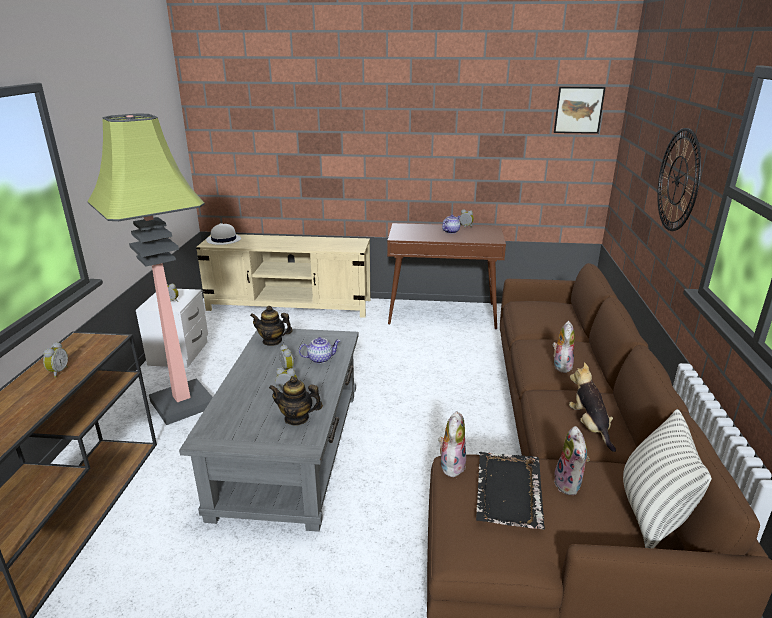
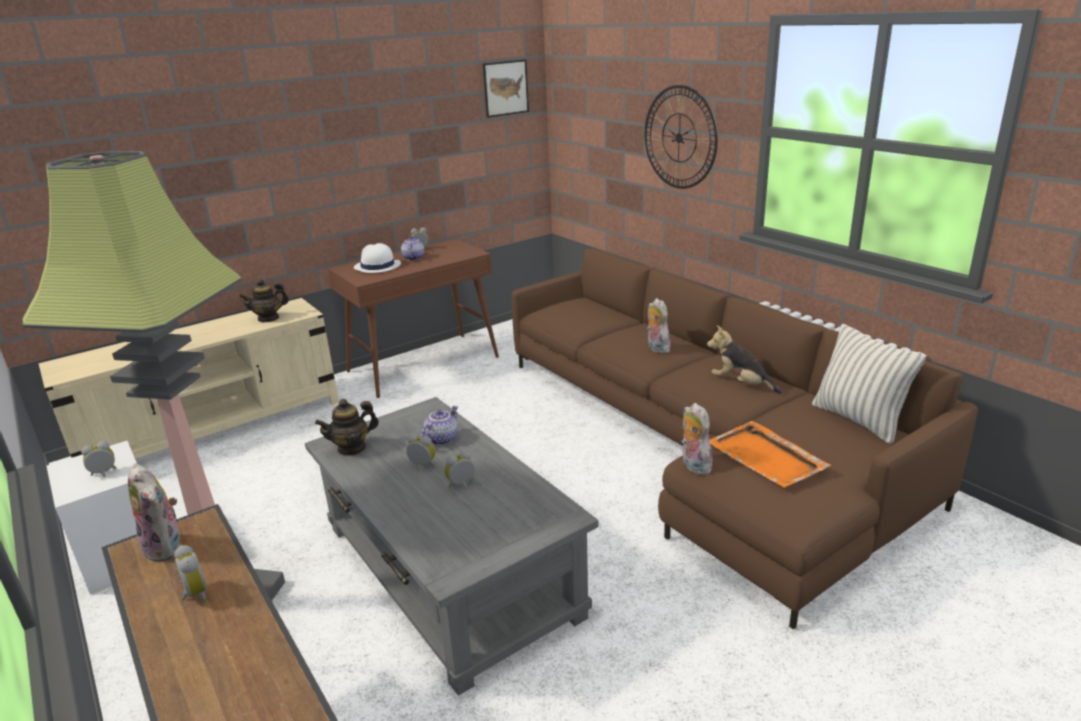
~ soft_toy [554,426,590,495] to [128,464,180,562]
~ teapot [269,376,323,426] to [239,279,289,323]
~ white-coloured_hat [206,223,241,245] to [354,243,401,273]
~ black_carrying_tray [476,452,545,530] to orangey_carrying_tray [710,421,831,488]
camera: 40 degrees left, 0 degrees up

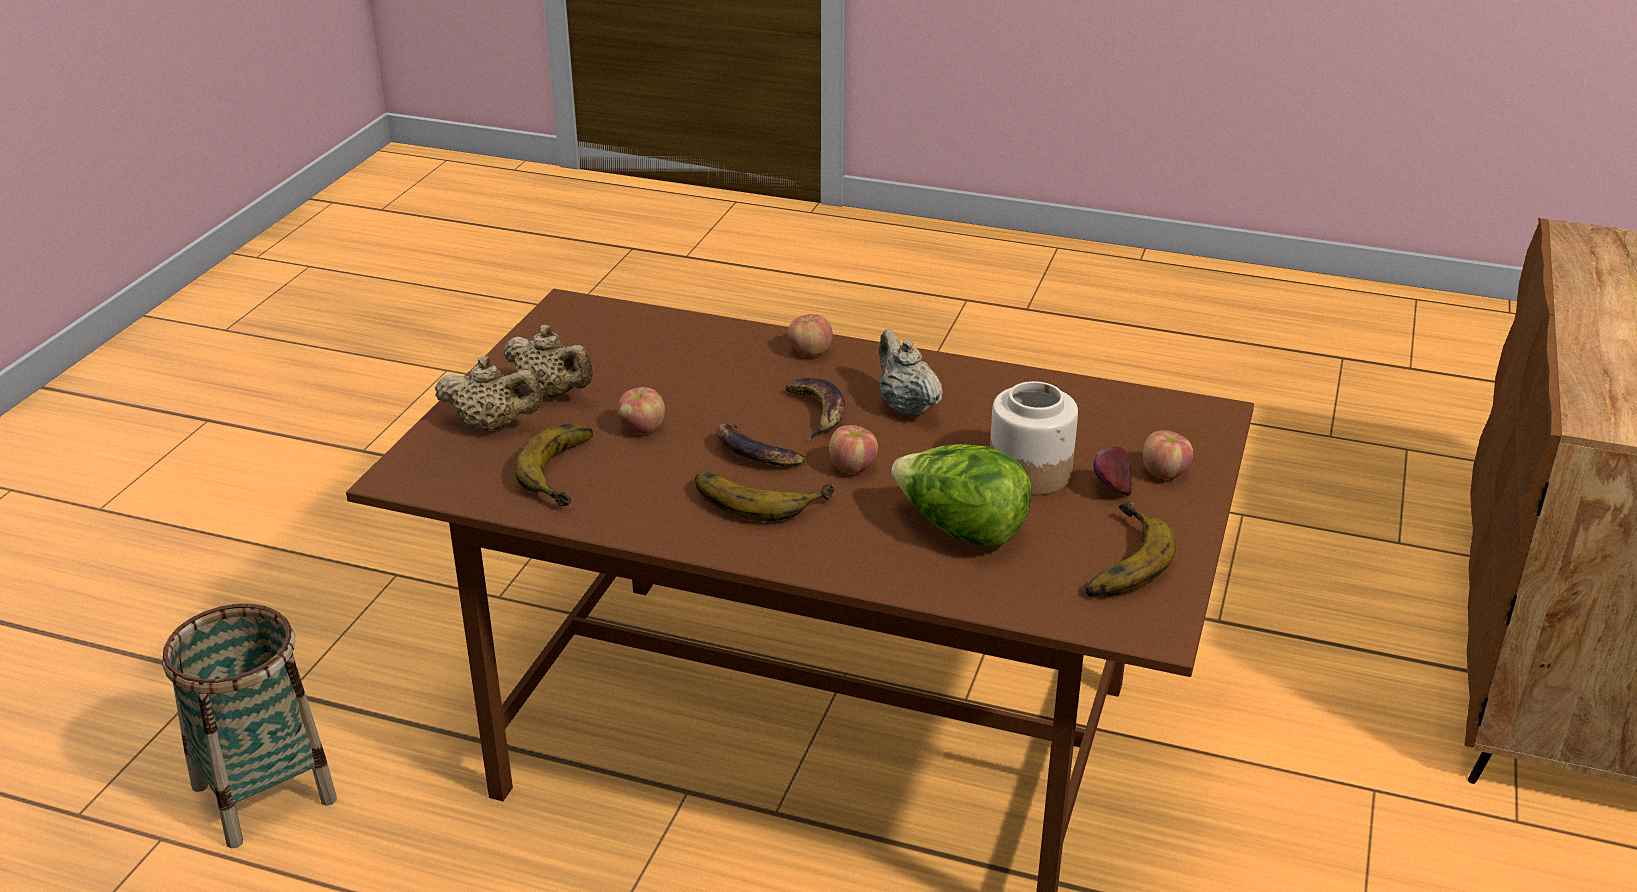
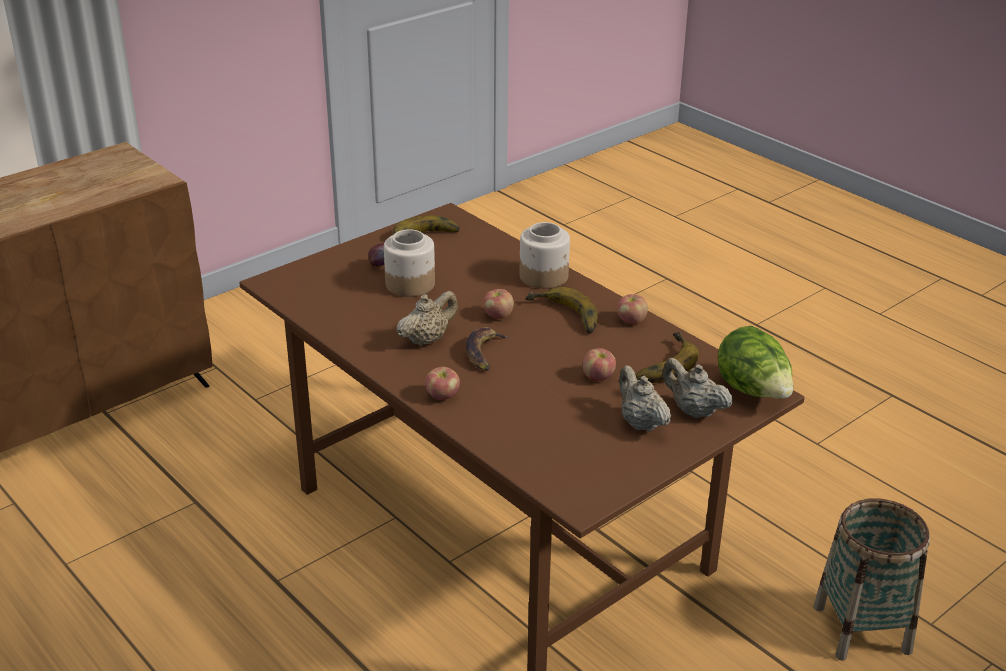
~ beige-coloured_teapot [879,329,943,416] = [396,291,458,346] 135 degrees counterclockwise
+ storage_jar [520,222,570,289]
~ whole_apple [1143,430,1193,479] to [617,294,648,325]
~ lettuce_head [891,444,1031,548] to [718,326,793,399]
- whole_banana [716,423,806,467]
camera: 150 degrees left, 0 degrees up

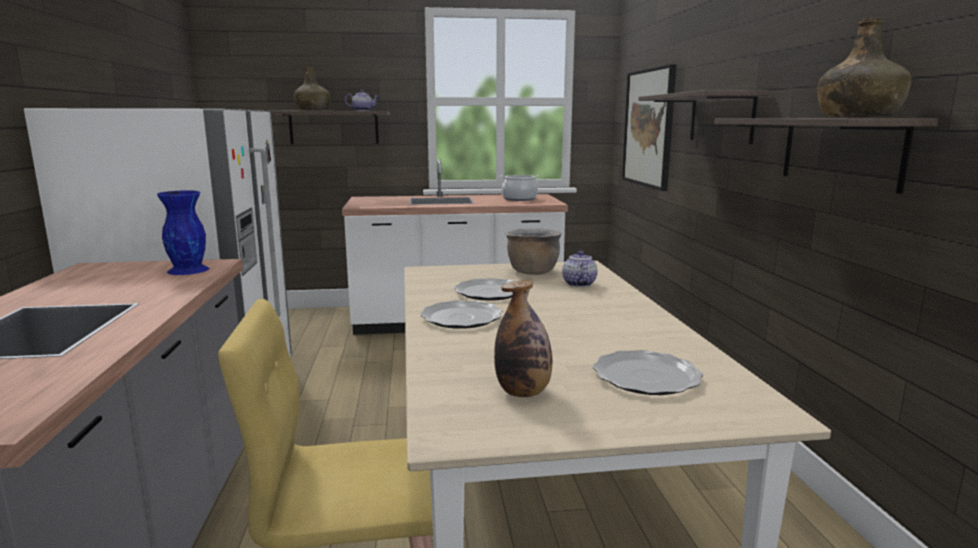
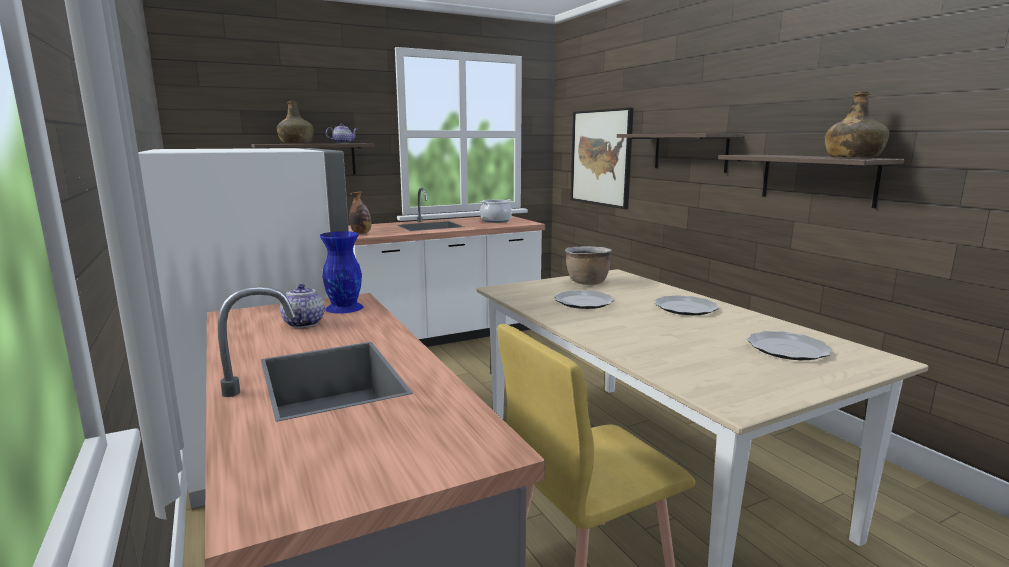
~ teapot [562,251,598,287] to [280,284,325,328]
~ bottle [494,280,552,397] to [349,191,372,234]
~ flat_dish [420,300,503,329] to [655,295,719,315]
camera: 20 degrees left, 0 degrees up

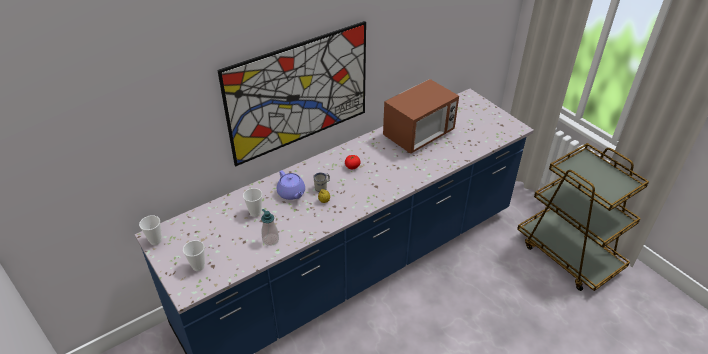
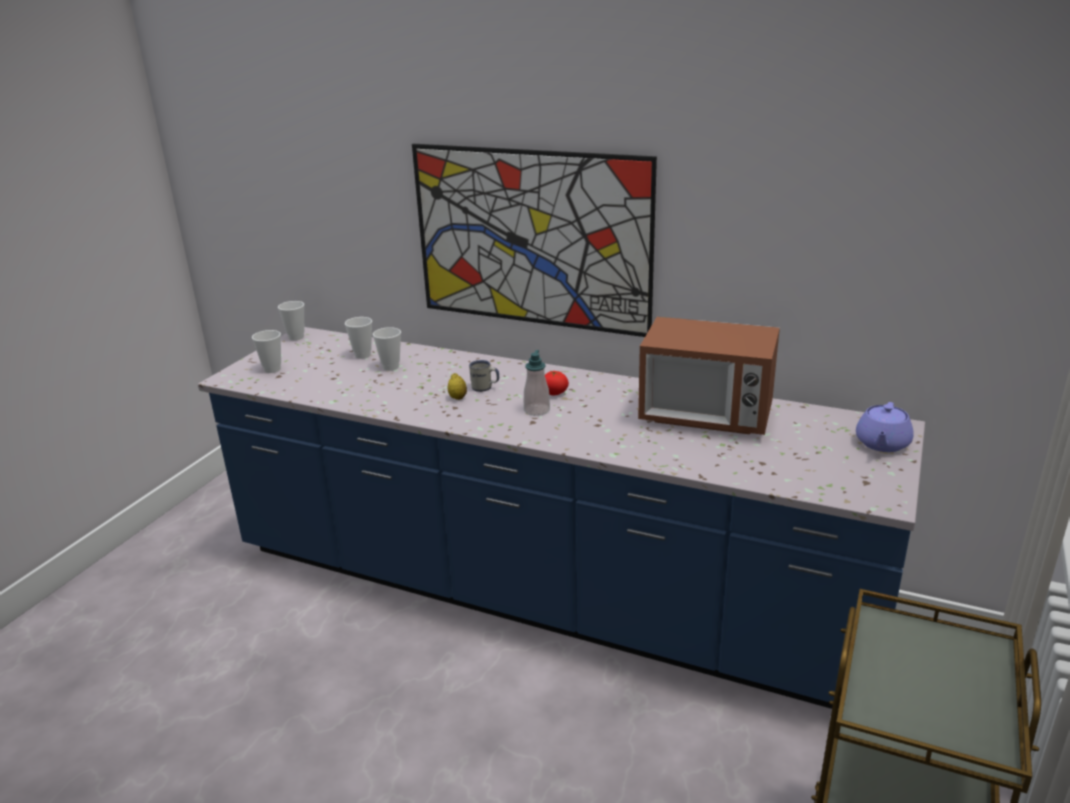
+ drinking_cup [345,317,372,359]
~ liquid_soap_bottle [261,209,279,246] to [524,350,550,416]
~ purple_teapot [277,170,305,200] to [856,402,914,452]
camera: 60 degrees right, 15 degrees down

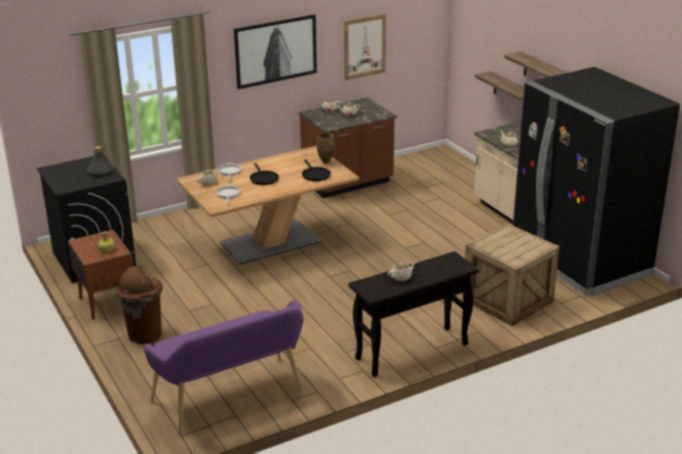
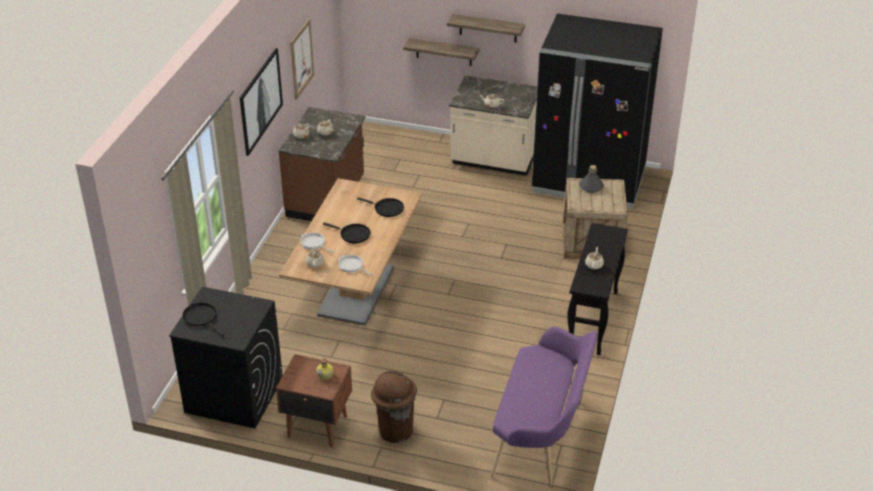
+ black_frying_pan [182,303,225,336]
~ gray_bottle [87,146,114,176] to [579,165,604,193]
- brownish_decorative_vase [316,133,335,164]
camera: 45 degrees left, 10 degrees up

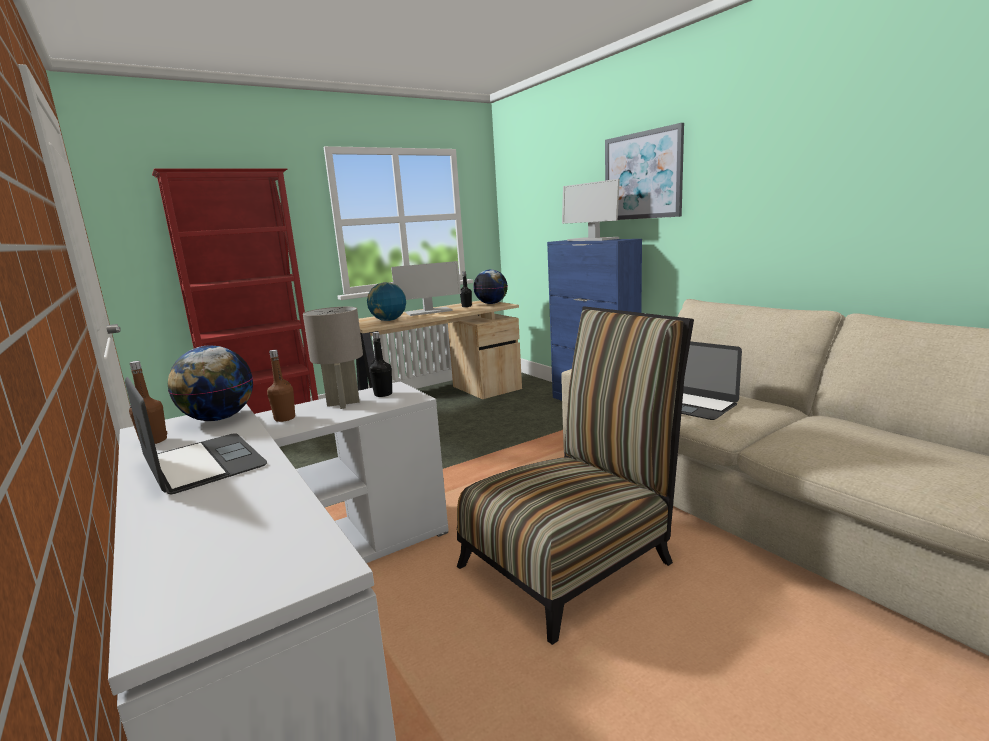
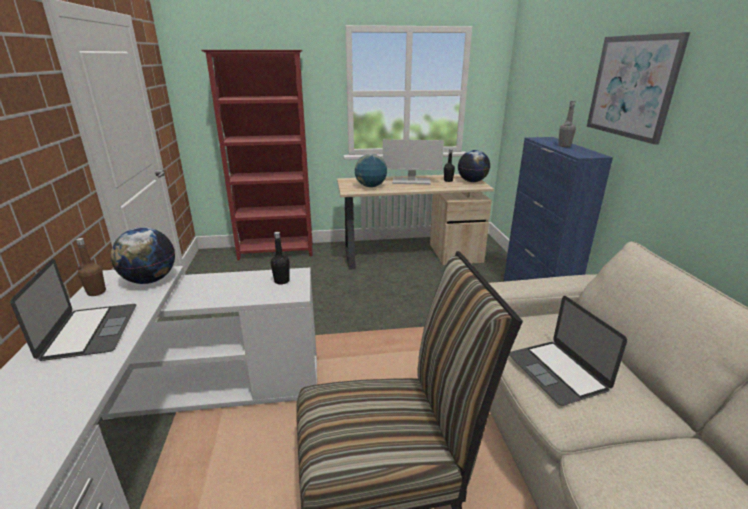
~ computer_display [562,179,620,241] to gray_bottle [558,101,576,147]
- brownish_bottle [267,350,295,422]
- gray_table_lamp [303,307,363,409]
camera: 25 degrees right, 10 degrees up

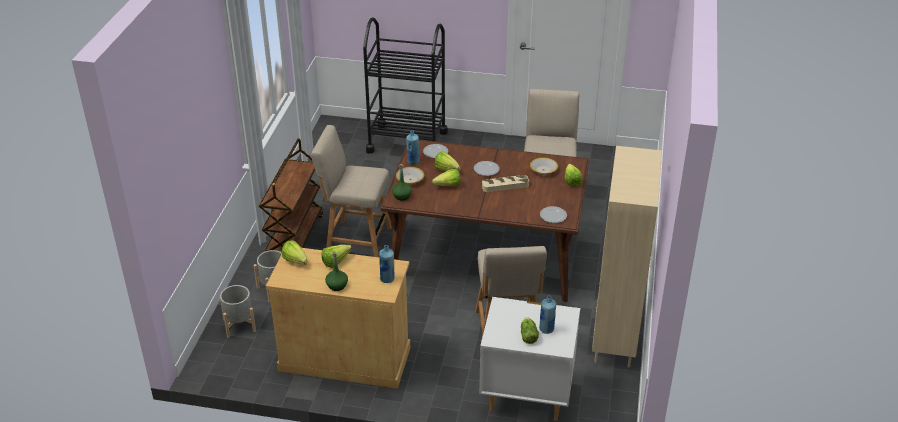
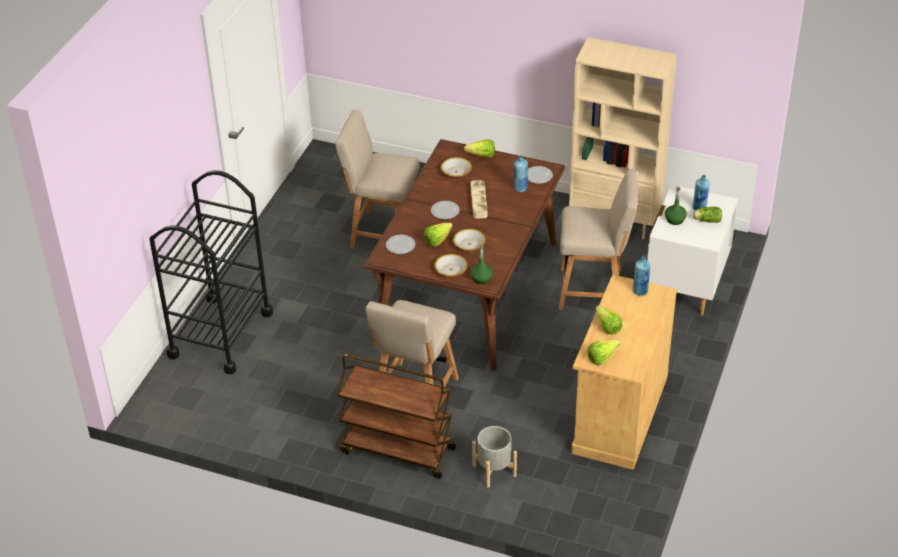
~ lettuce_head [432,169,461,186] to bowl [453,229,486,251]
~ bluish_bottle [406,130,420,165] to [514,155,528,192]
~ green_bottle [325,251,348,291] to [665,186,687,225]
- gray_flower_pot [220,285,256,338]
camera: 80 degrees left, 5 degrees up

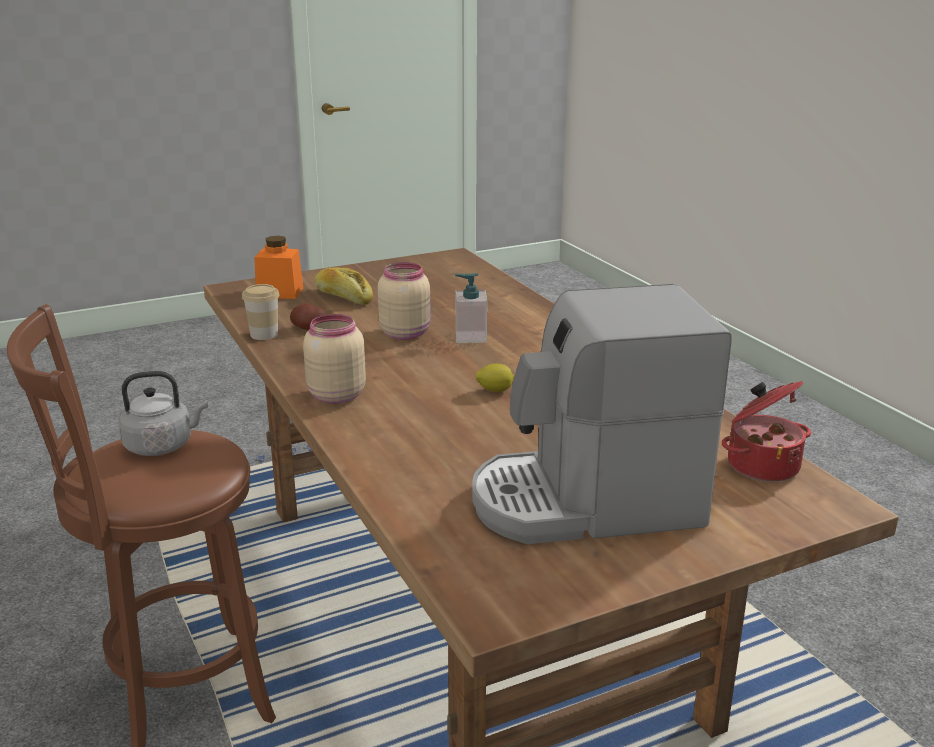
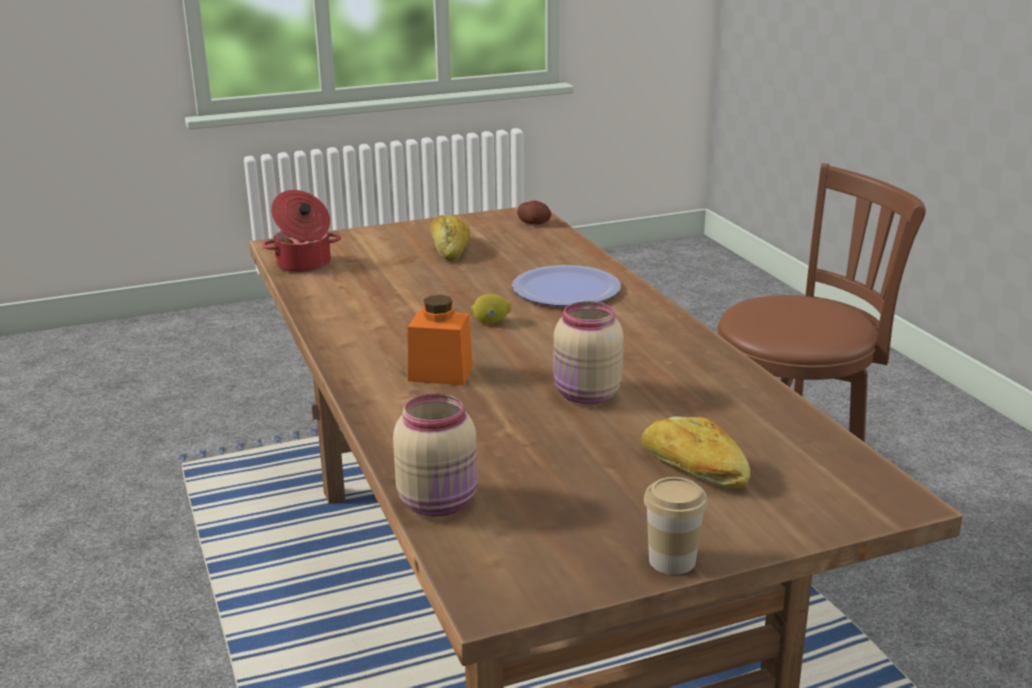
~ beige-coloured_storage_jar [303,314,366,404] to [393,393,477,516]
~ orangey_storage_jar [254,236,303,299] to [408,295,473,385]
~ coffee_brewer [472,284,731,544] to baked_bread [430,215,470,261]
+ flat_dish [512,265,621,306]
~ potato [290,303,326,330] to [517,200,551,225]
~ drinking_cup [242,284,279,340] to [644,477,708,575]
- gray_kettle [118,371,208,456]
- liquid_soap_bottle [455,273,487,343]
camera: 175 degrees left, 0 degrees up

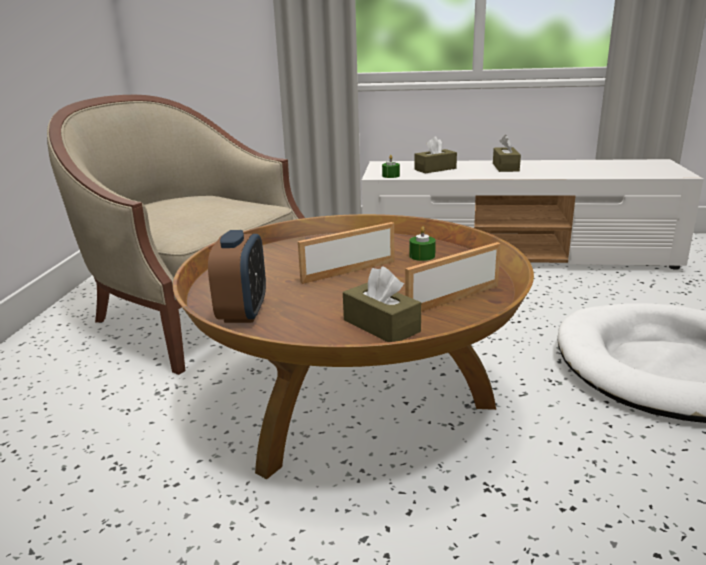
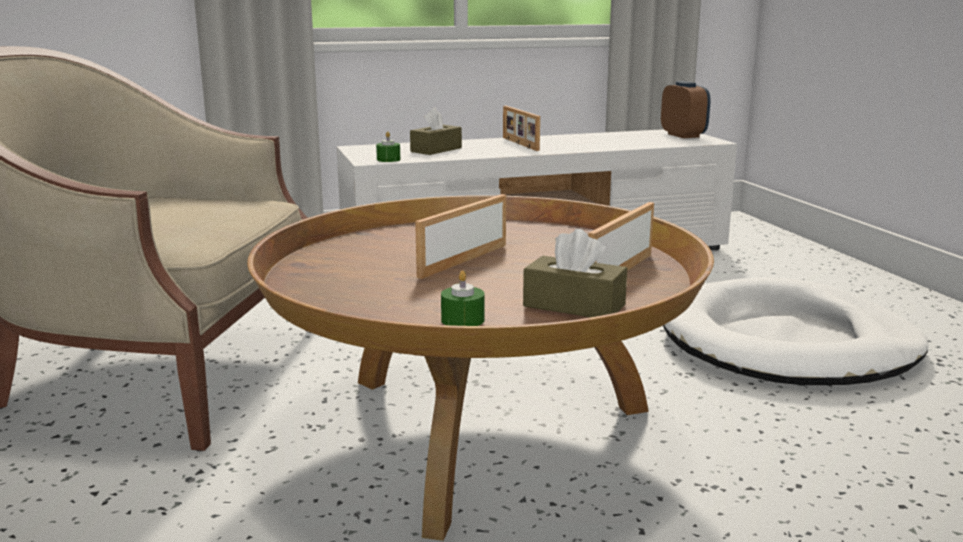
~ green_wax_light [409,227,436,261] to [441,271,485,326]
~ brownish_tissue_holder [493,135,521,172] to photo_frame [503,106,540,151]
~ alarm_clock [208,230,266,323] to [661,81,711,138]
camera: 25 degrees left, 5 degrees down

